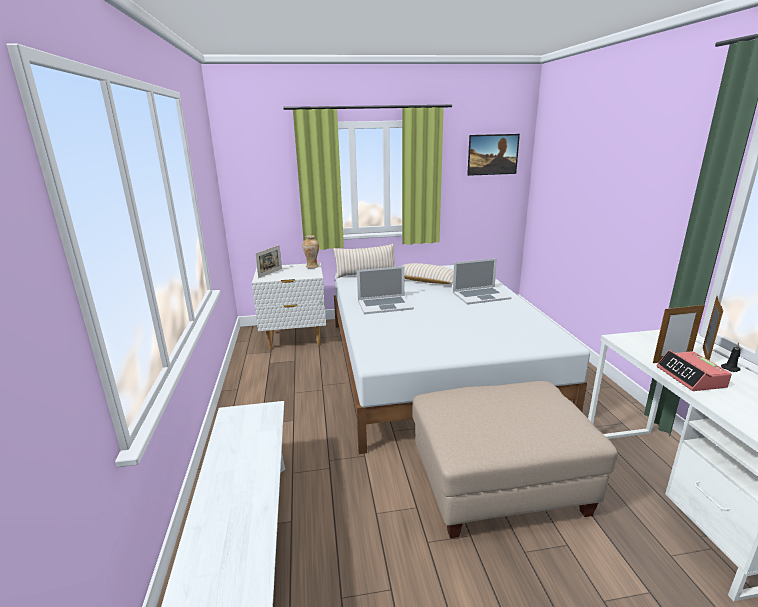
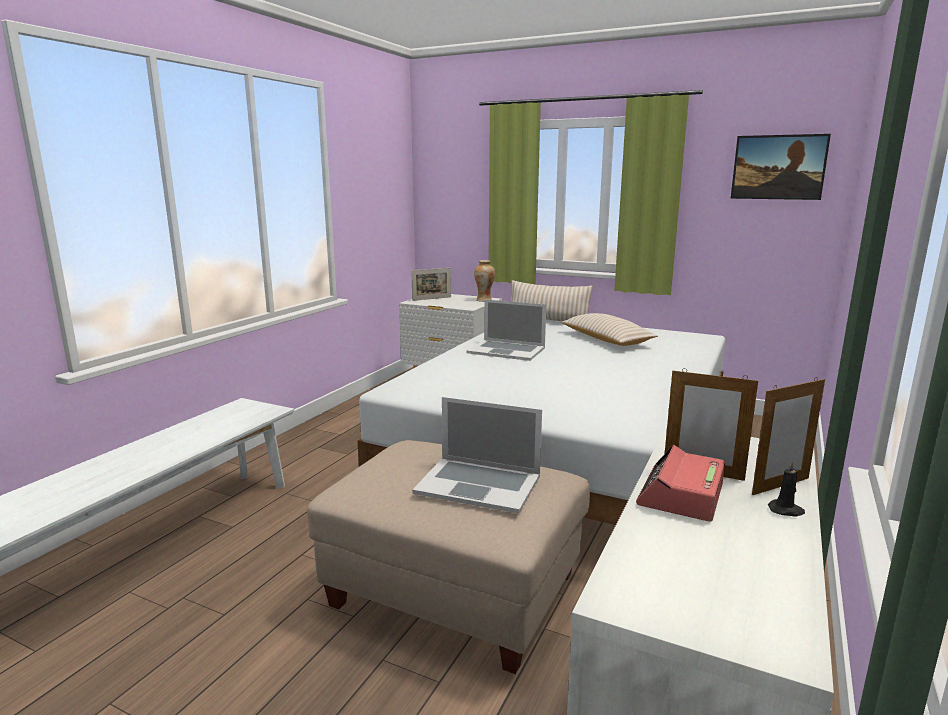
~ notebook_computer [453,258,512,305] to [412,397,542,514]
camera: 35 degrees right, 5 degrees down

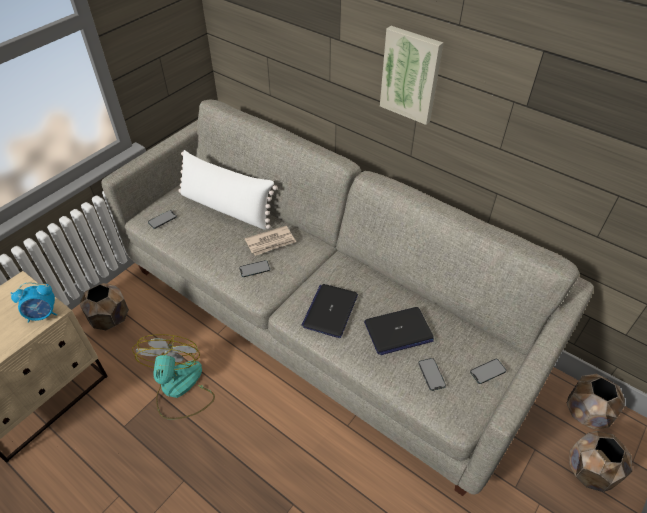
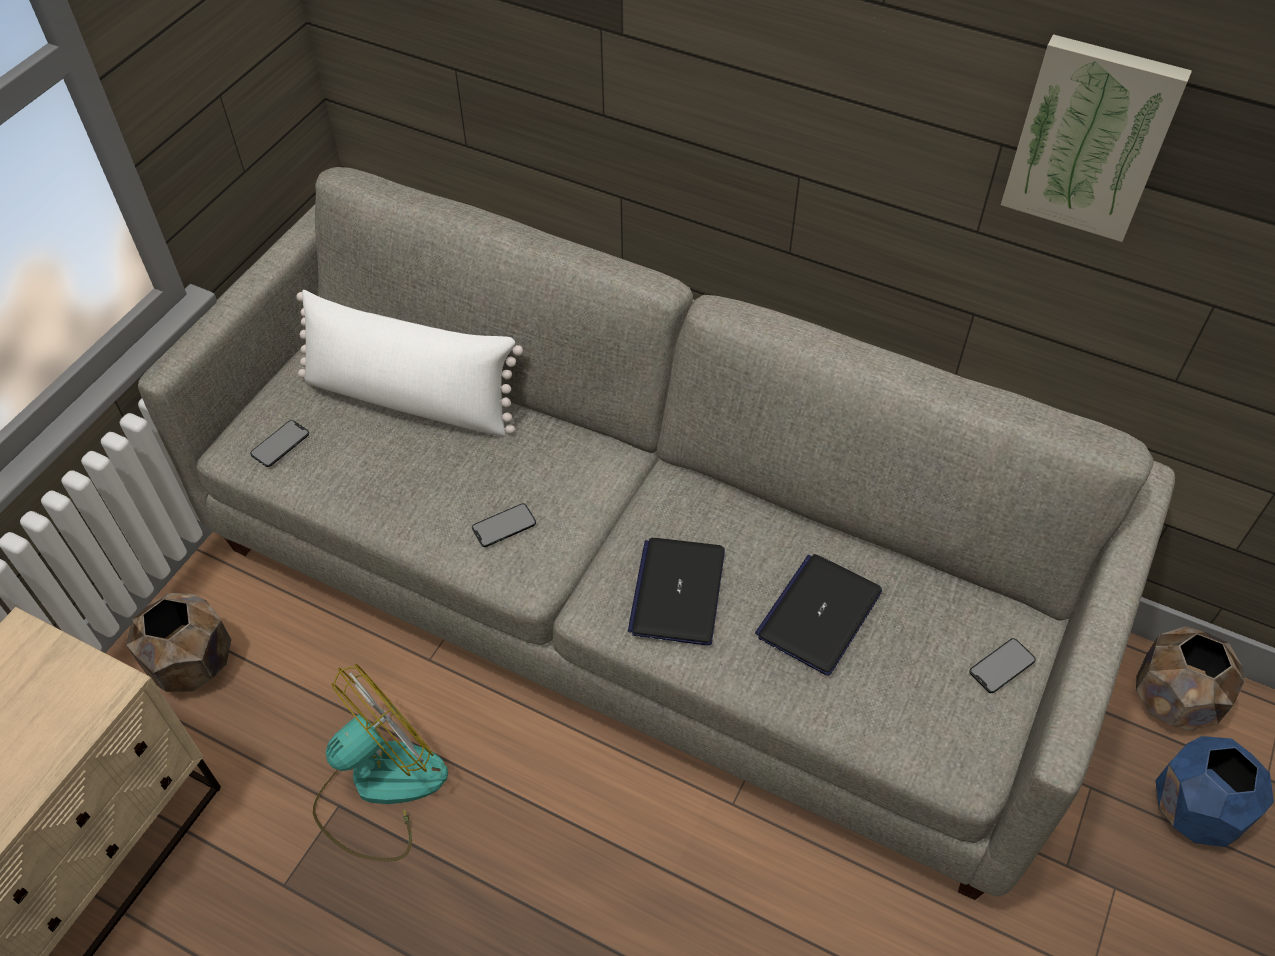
~ fan [132,334,215,420] = [313,664,448,861] 60 degrees clockwise
~ notebook_computer [364,307,434,355] = [755,554,882,676] 150 degrees clockwise
~ picture [380,26,444,125] to [1001,34,1192,242]
~ brownish_flower_pot [570,431,632,492] to bluish_flower_pot [1155,736,1274,847]
- alarm_clock [11,282,57,323]
- newspaper [245,226,296,256]
- phone [418,358,446,391]
camera: 10 degrees left, 5 degrees up

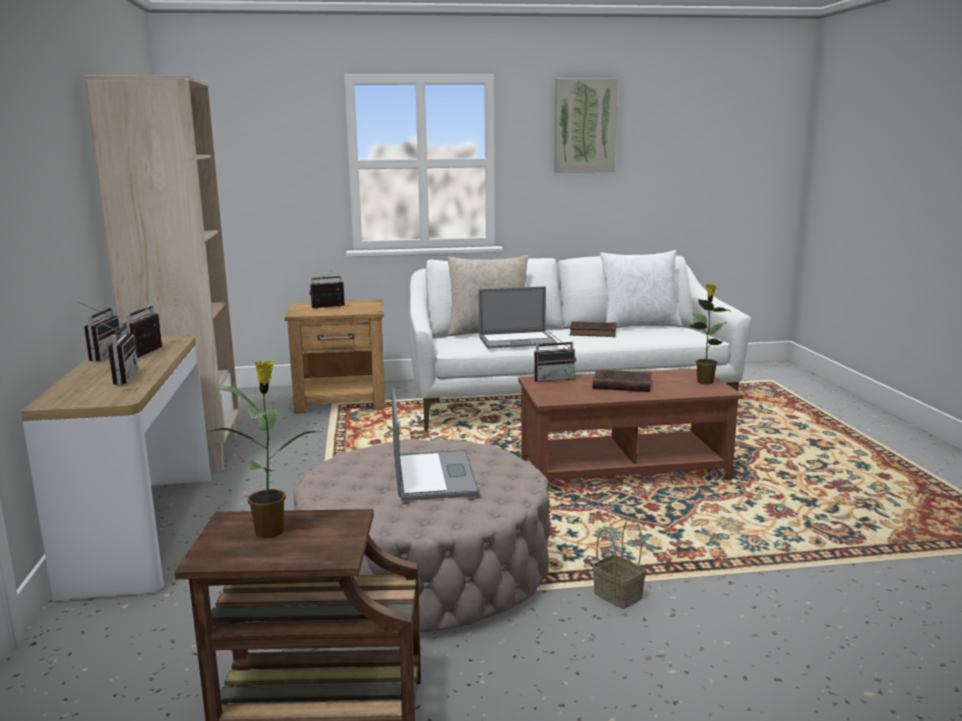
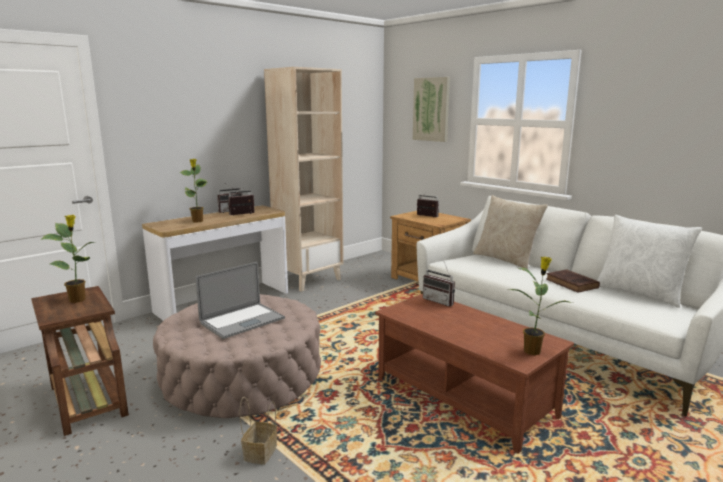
~ radio_receiver [93,319,138,385] to potted_plant [179,159,207,223]
~ picture [554,79,618,173] to [413,77,450,142]
- notebook_computer [478,286,557,349]
- brownish_book [592,369,652,392]
camera: 55 degrees right, 0 degrees up

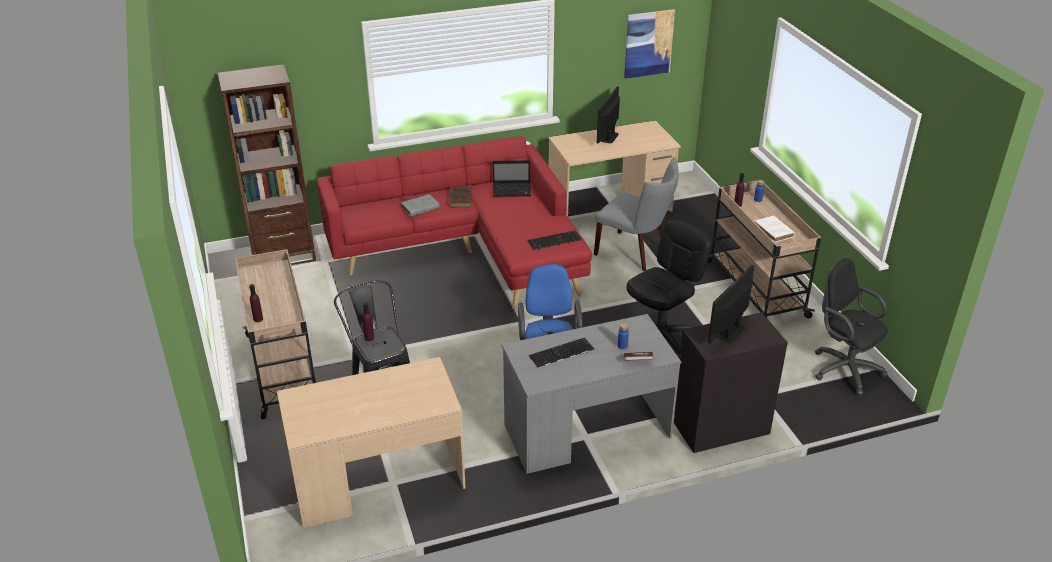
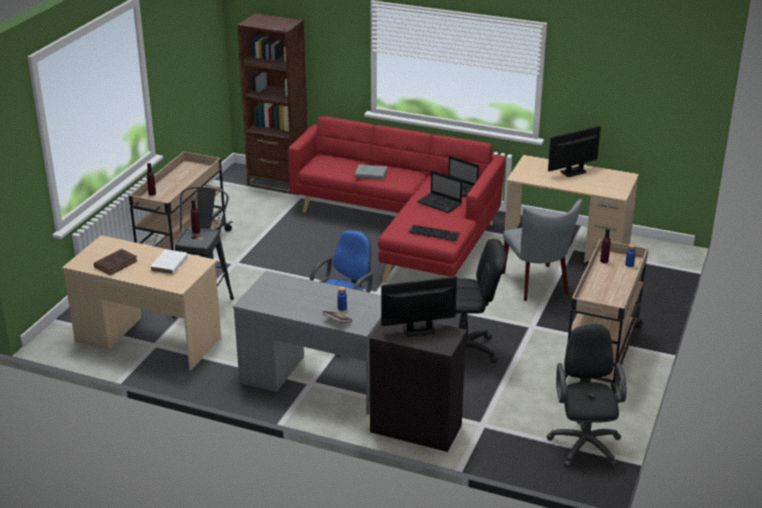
~ brownish_book [449,187,472,208] to [94,249,137,275]
~ white-coloured_book [755,216,795,243] to [150,249,188,275]
+ notebook_computer [417,170,462,213]
- PC_keyboard [529,338,594,368]
- picture [624,9,675,79]
camera: 40 degrees right, 5 degrees down

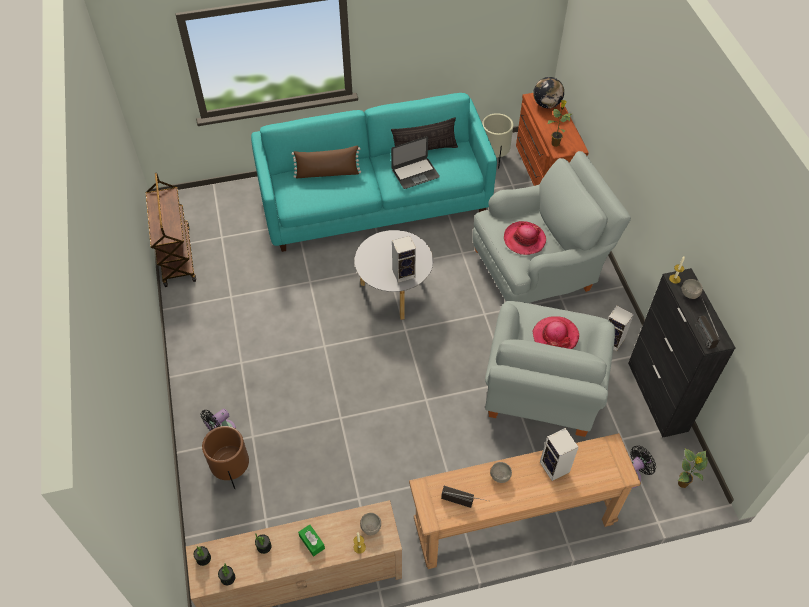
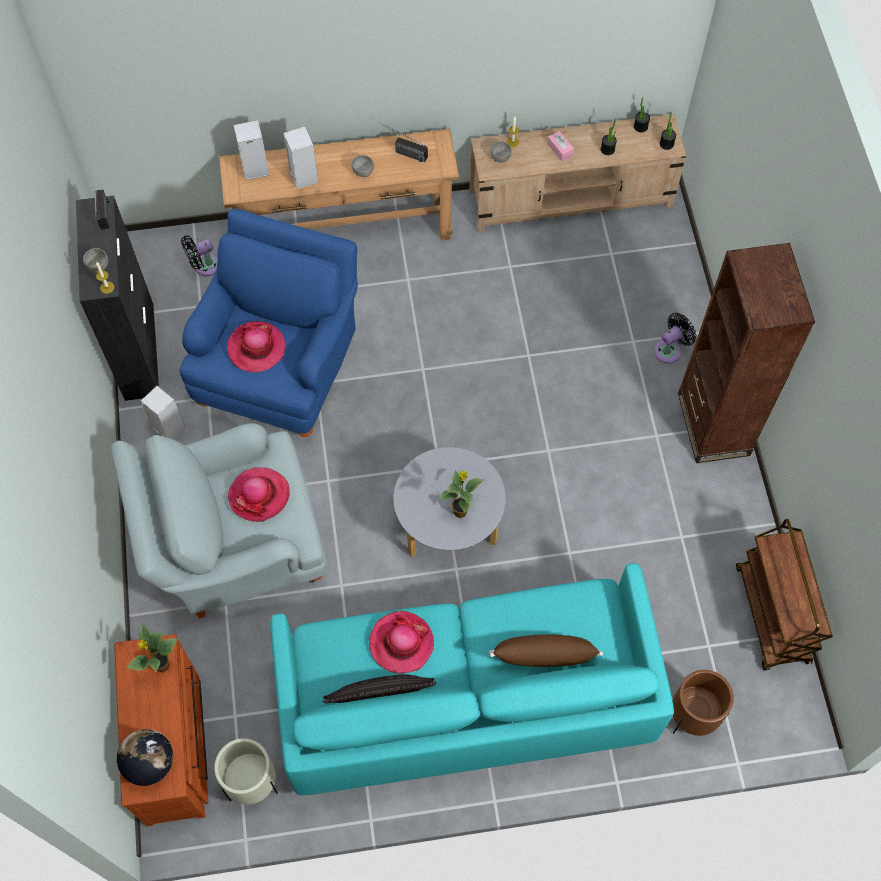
~ gray_easy_chair [485,301,615,437] to bluish_easy_chair [179,209,358,437]
~ loudspeaker [392,236,416,283] to [233,120,269,180]
~ notebook_computer [391,136,440,189] to hat [369,611,434,674]
~ potted_plant [678,449,708,488] to [439,471,484,518]
~ green_tissue_holder [298,524,325,557] to pink-coloured_tissue_holder [547,131,574,161]
~ brownish_flower_pot [202,426,249,489] to [672,670,734,736]
+ brownish_bookshelf [678,243,815,463]
camera: 175 degrees left, 10 degrees up

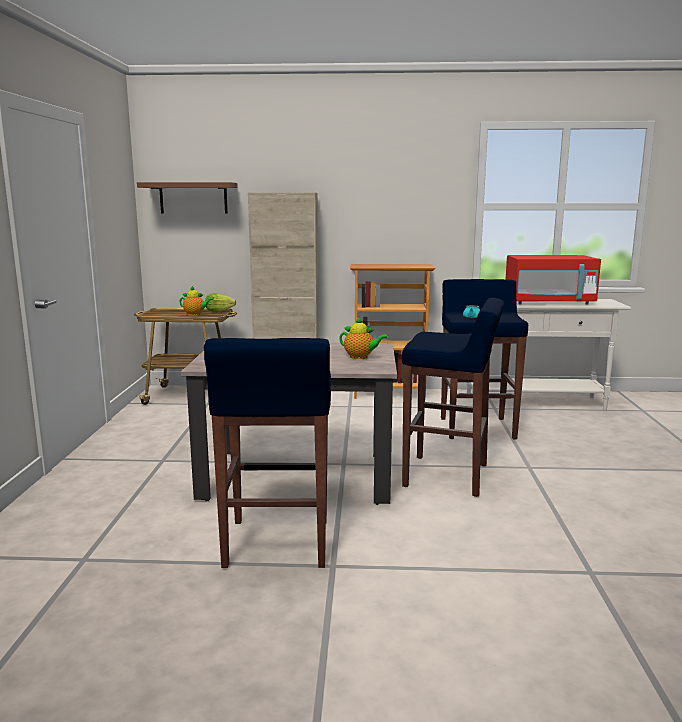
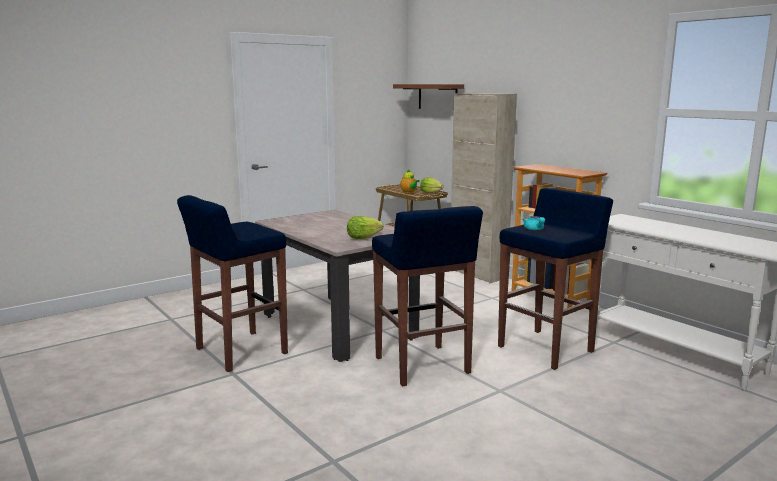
~ teapot [339,317,389,359] to lettuce_head [347,216,383,239]
- reddish_microwave_oven [506,255,601,305]
camera: 50 degrees right, 0 degrees up

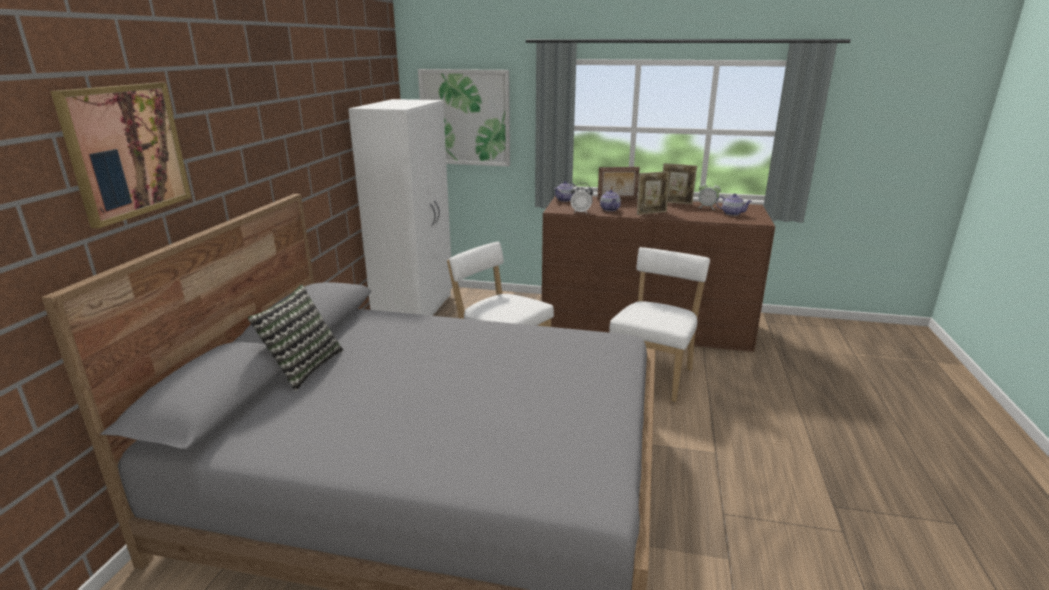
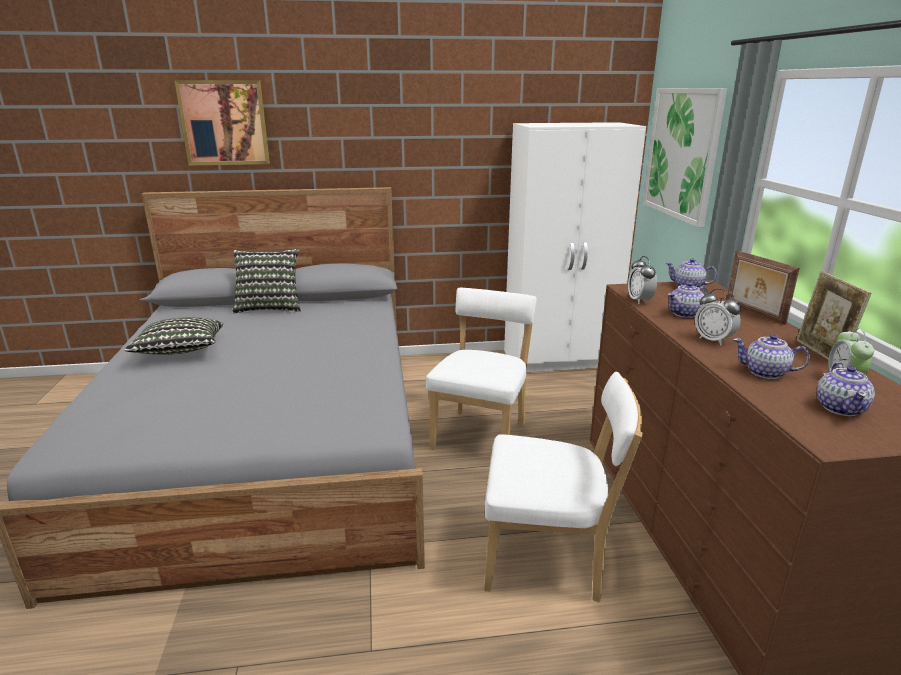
+ throw_pillow [124,317,223,355]
~ photo_frame [637,171,669,215] to alarm_clock [695,289,741,346]
+ teapot [733,334,810,379]
camera: 70 degrees right, 0 degrees up

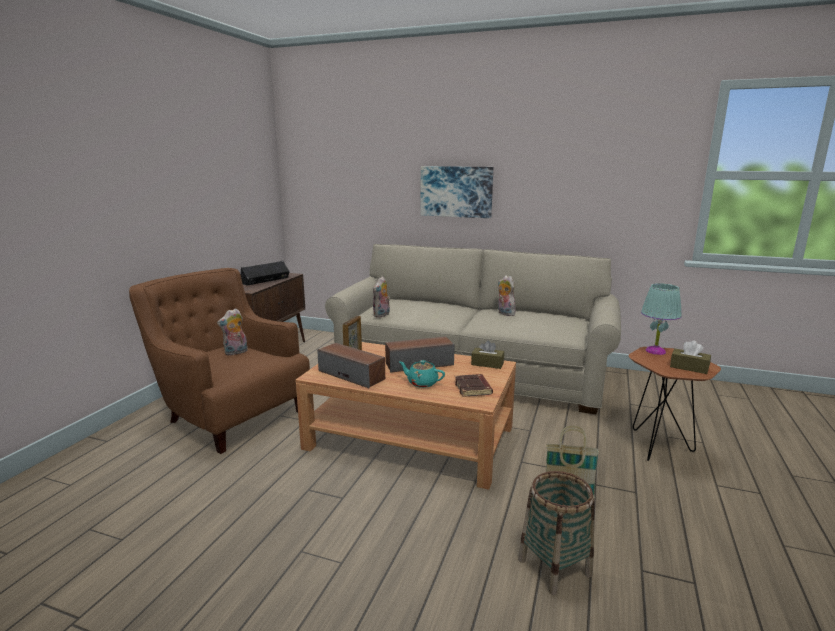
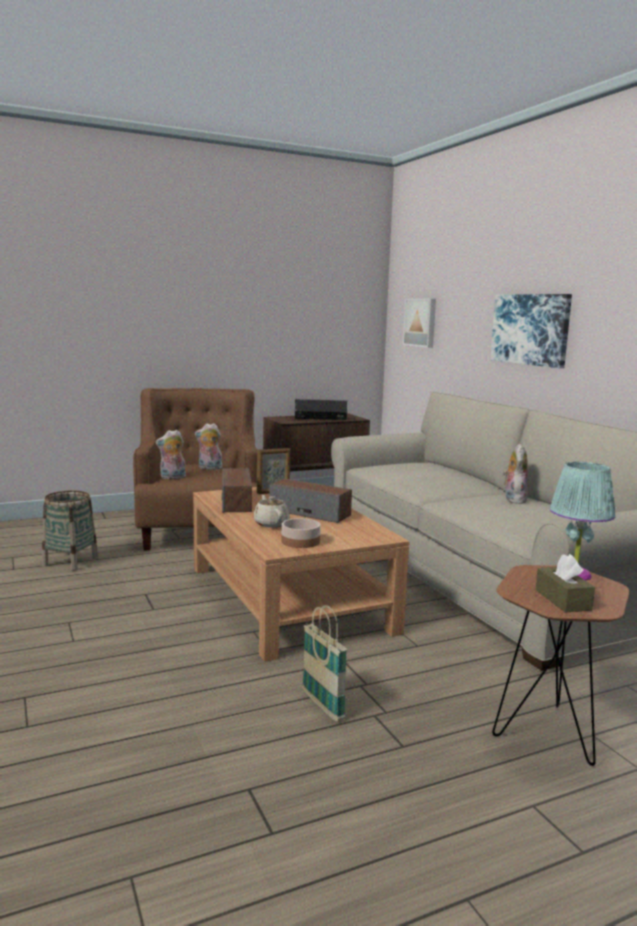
~ storage_basket [518,471,595,595] to [42,491,98,571]
~ soft_toy [373,276,390,318] to [155,430,186,479]
~ turquoise_teapot [399,360,445,388] to beige-coloured_teapot [253,495,290,528]
~ brownish_book [454,374,493,397] to bowl [282,518,321,548]
+ picture [403,299,436,348]
- brownish_tissue_holder [471,340,504,369]
camera: 45 degrees right, 5 degrees down

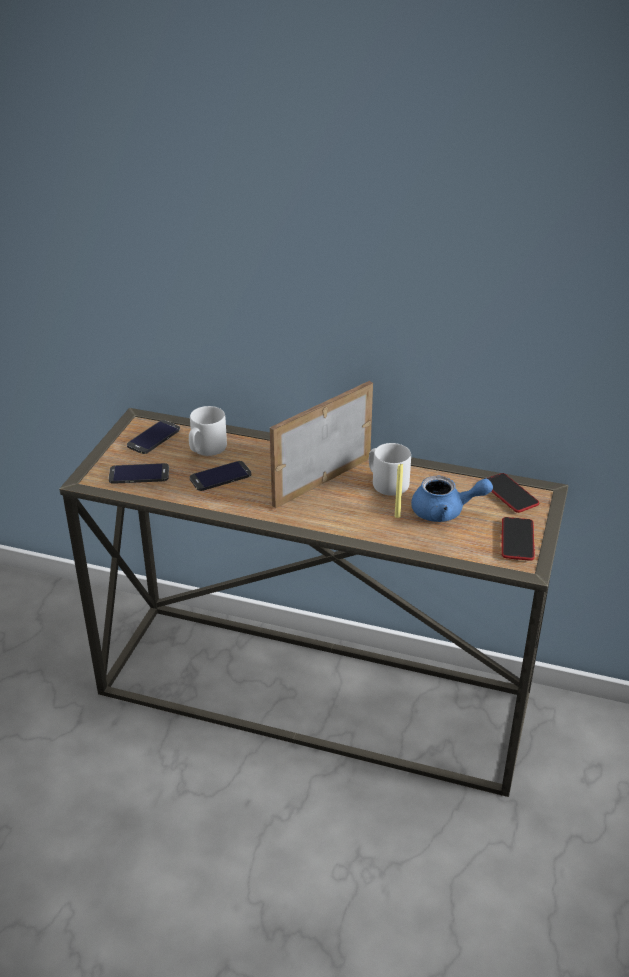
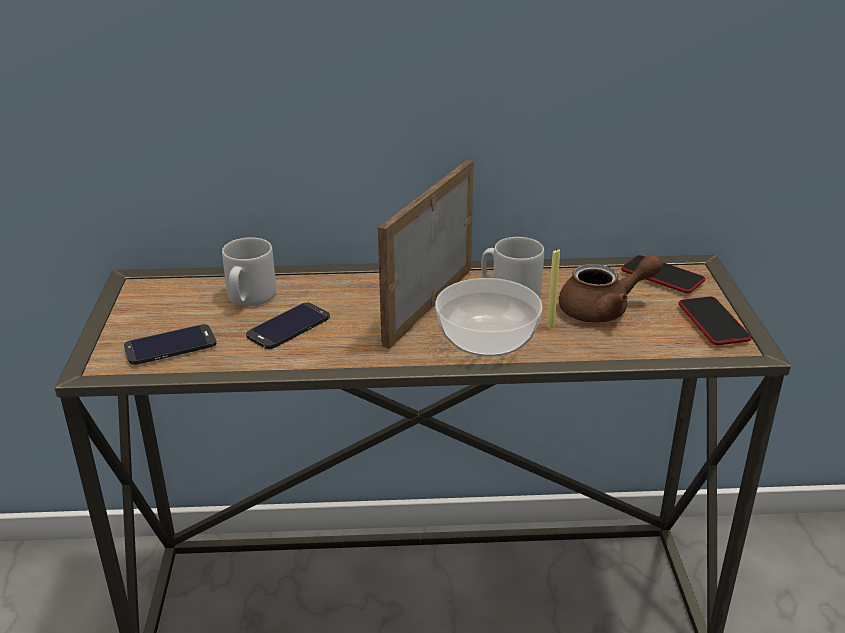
+ bowl [435,278,543,356]
~ bluish_teapot [411,476,493,522] to brownish_teapot [559,254,663,323]
- phone [127,420,180,454]
camera: 20 degrees left, 5 degrees down

